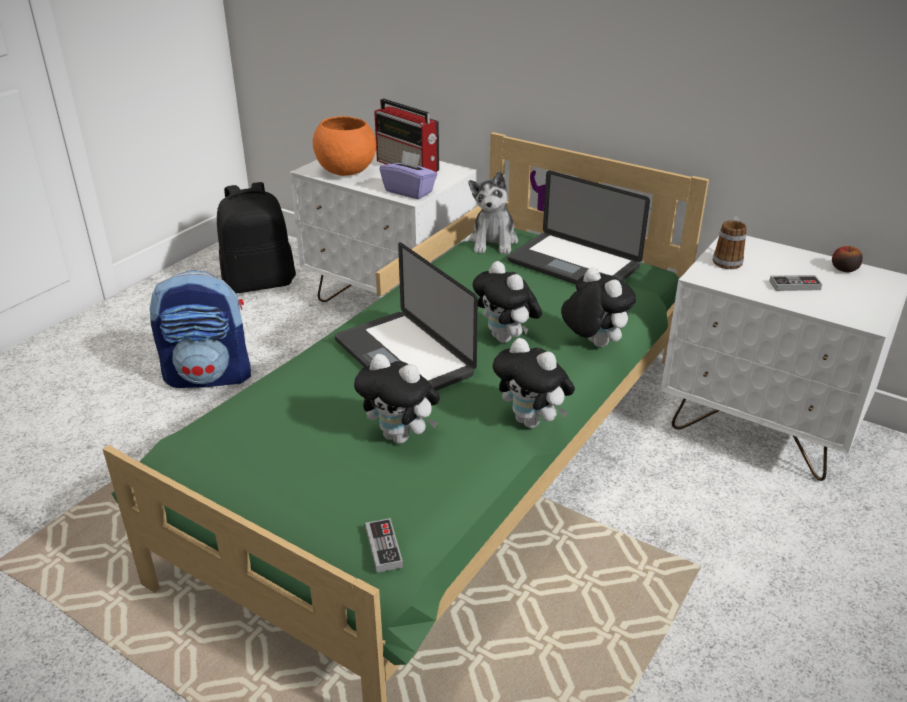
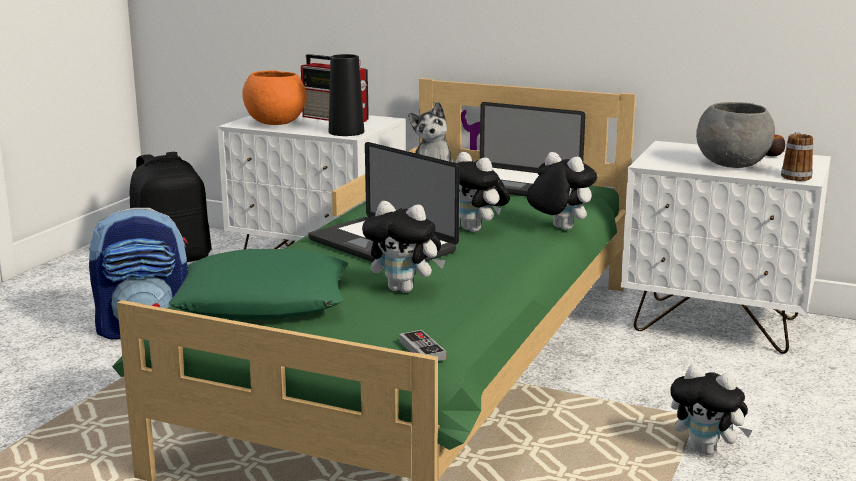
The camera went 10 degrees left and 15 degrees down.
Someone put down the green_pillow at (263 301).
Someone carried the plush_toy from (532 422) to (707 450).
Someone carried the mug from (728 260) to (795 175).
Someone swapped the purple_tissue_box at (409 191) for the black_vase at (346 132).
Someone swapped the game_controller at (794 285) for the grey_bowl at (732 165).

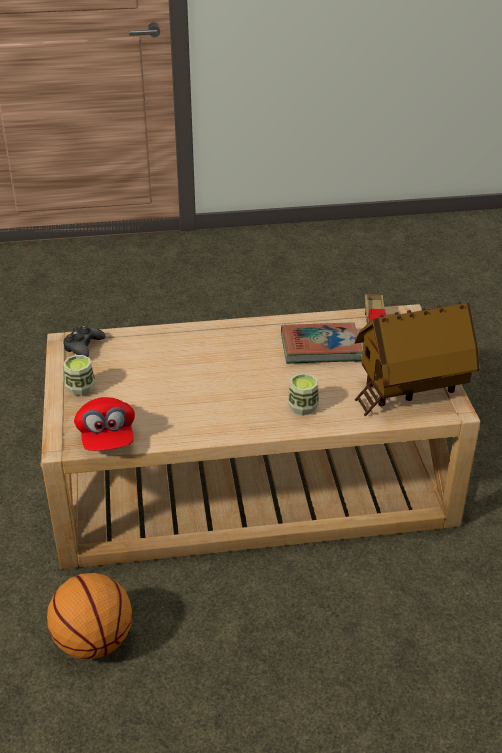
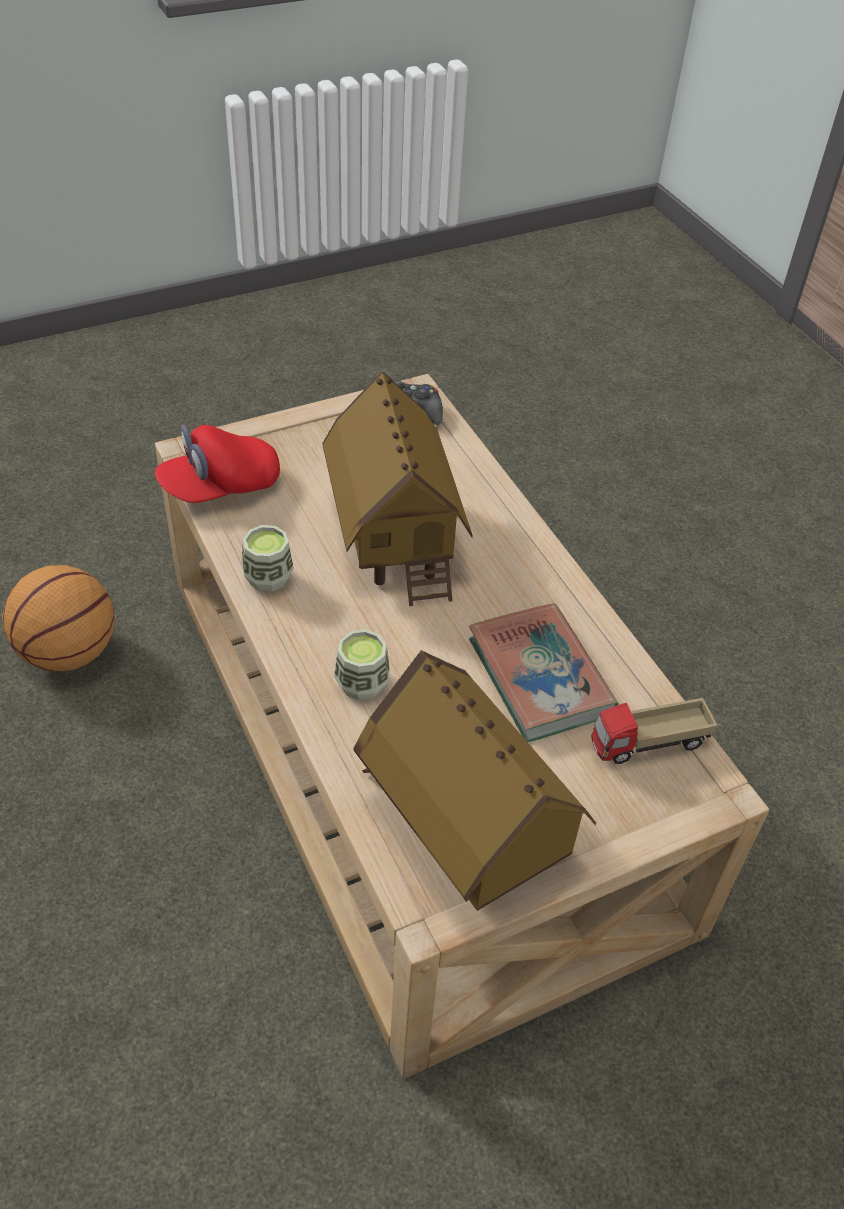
The camera went 70 degrees right and 10 degrees up.
Someone put down the toy_house at (394 539).
Someone carried the cup from (80 388) to (268 577).

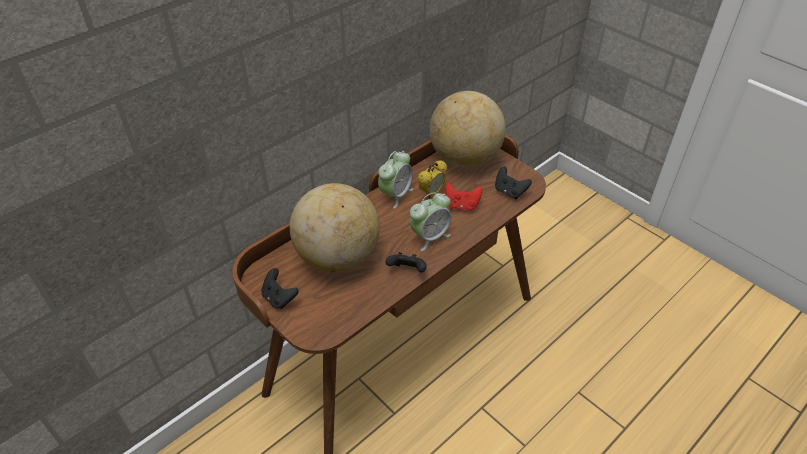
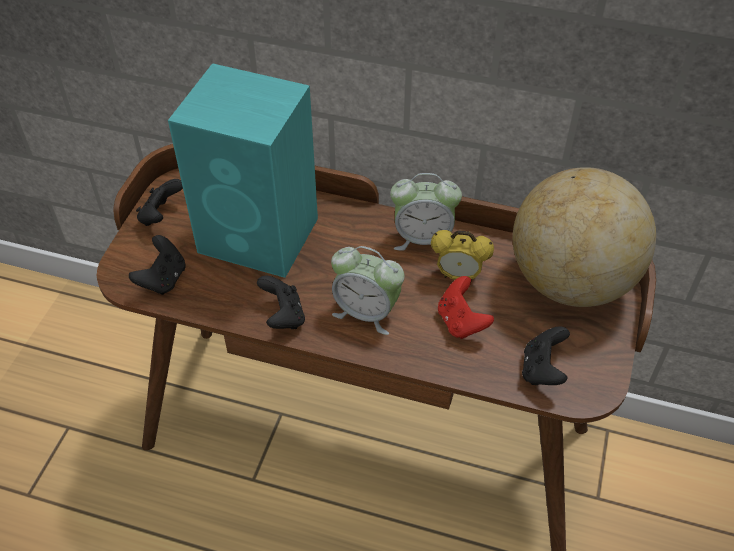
The camera went 60 degrees right and 5 degrees up.
Someone put down the black_game_controller at (163 279).
Someone swapped the globe at (338 258) for the turquoise_speaker at (261 236).

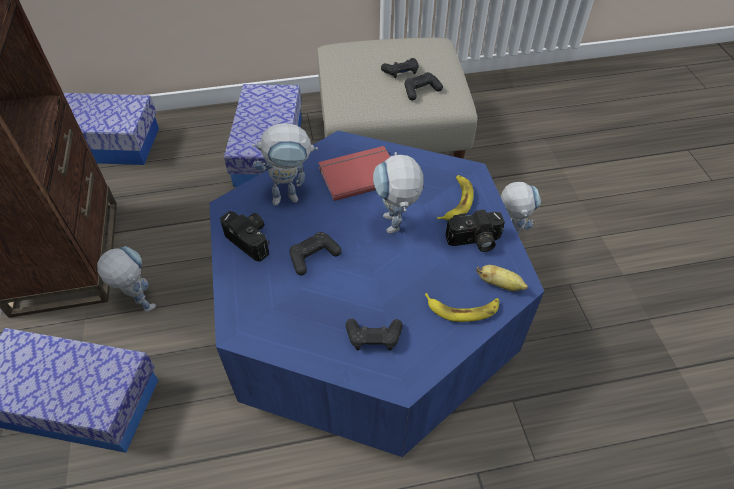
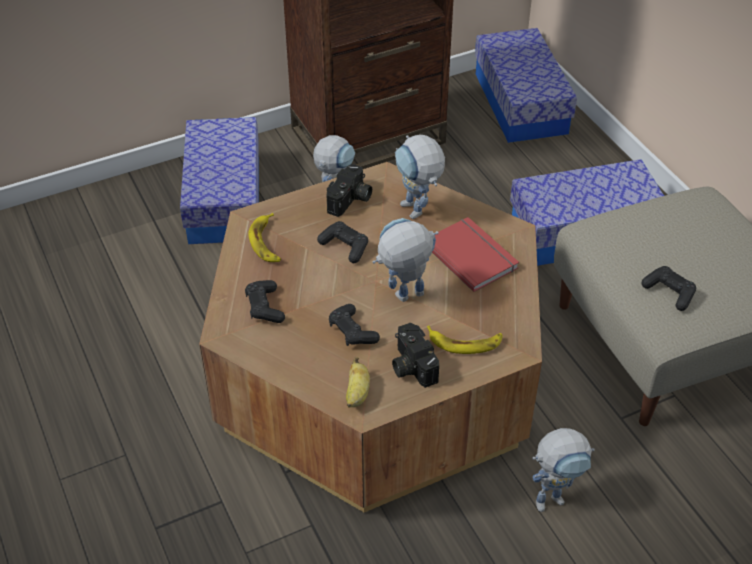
The camera went 75 degrees right and 5 degrees down.
Someone carried the black_game_controller from (401 72) to (352 332).
Someone carried the banana from (463 309) to (267 242).
Someone repainted the blue_coffee_table at (367 318), which became the brown_coffee_table at (376 375).

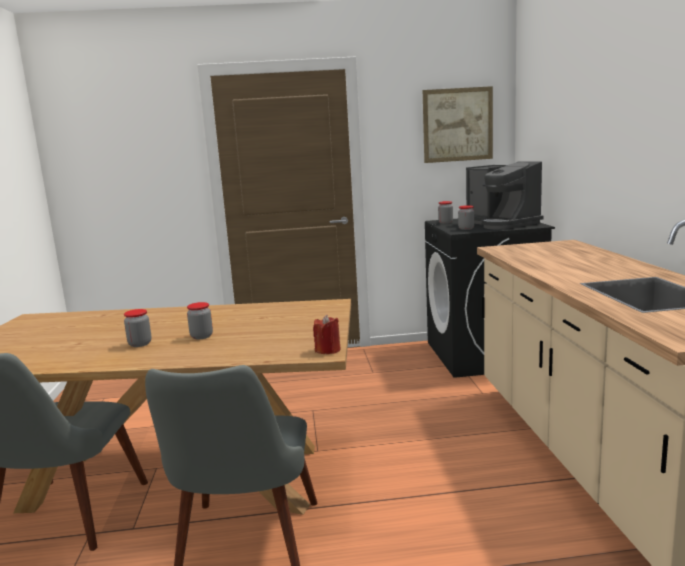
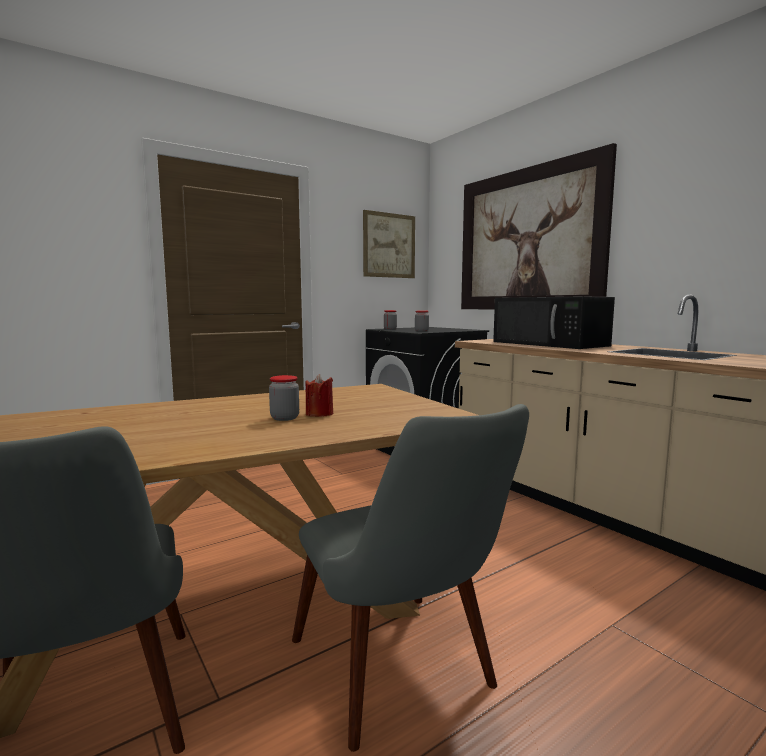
The camera went 30 degrees left and 5 degrees down.
Someone took away the jar at (140 344).
Someone took away the coffee_machine at (502 224).
Someone put up the picture at (527 240).
Someone put down the black_microwave at (551 344).
Someone carried the red_candle from (328 350) to (319 414).

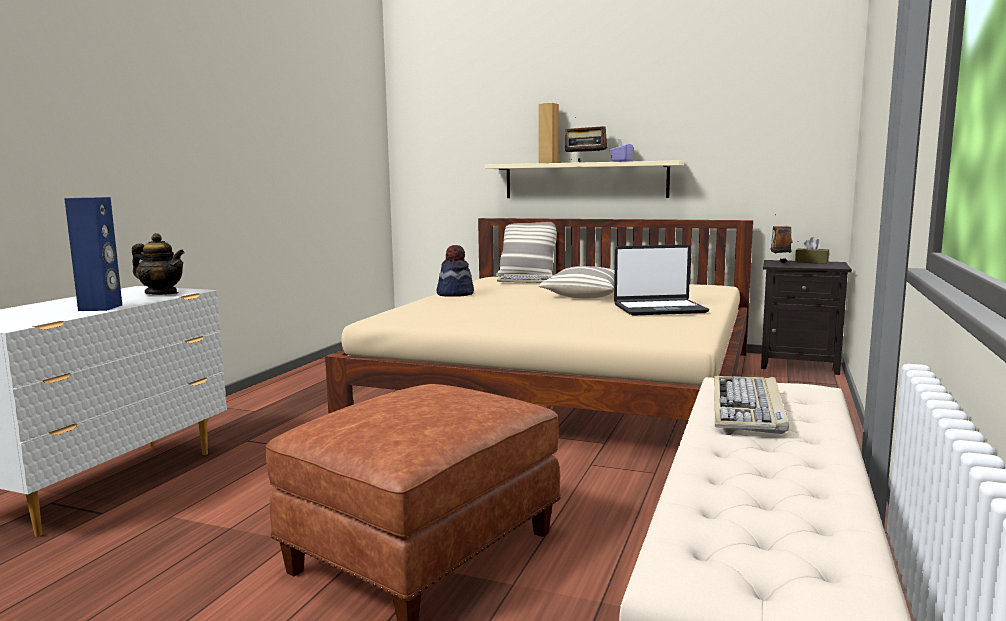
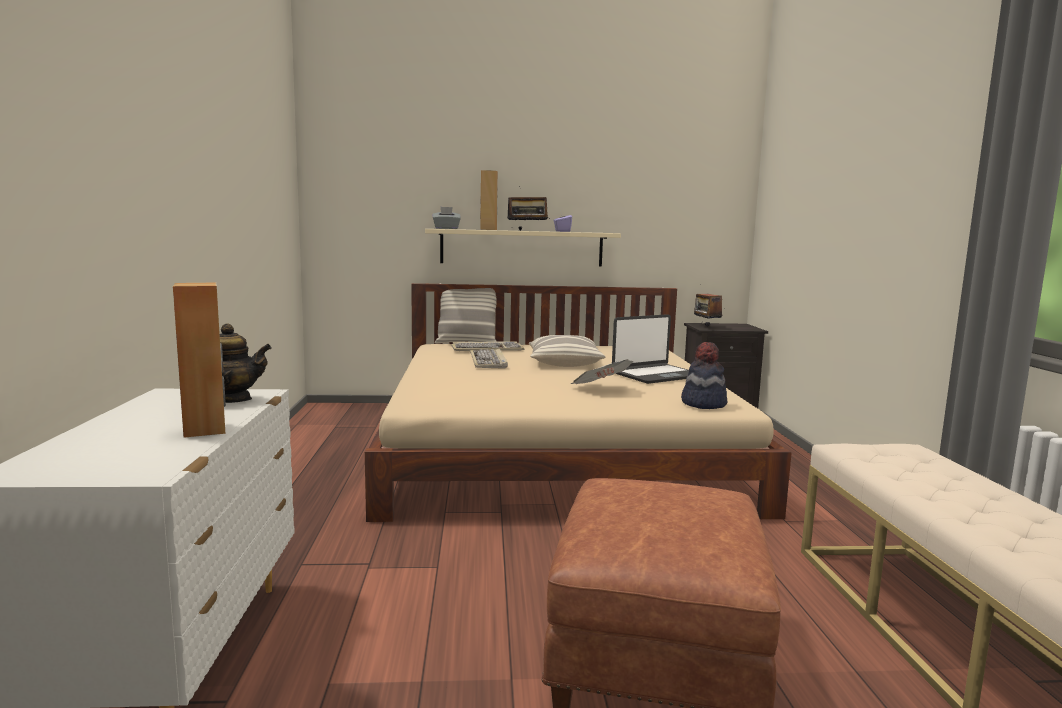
The camera went 25 degrees left and 0 degrees up.
Someone took away the brown_tissue_box at (811 262).
Someone put down the grey_tissue_box at (446 228).
Someone put down the newspaper at (600 389).
Someone carried the hat from (455 294) to (703 403).
Someone carried the keyboard from (748 408) to (488 361).
Someone repainted the blue_speaker at (101 308), which became the brown_speaker at (205 429).

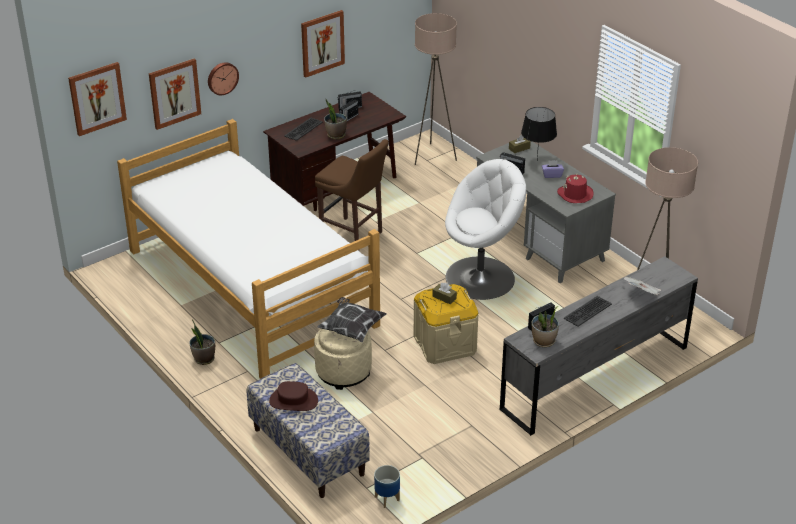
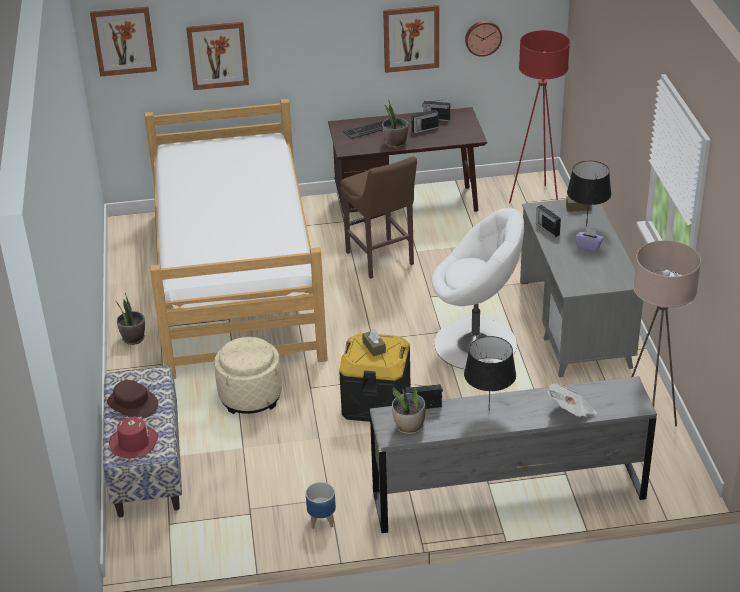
The camera went 30 degrees right and 0 degrees up.
Someone took away the pillow at (351 329).
Someone carried the wall_clock from (222 78) to (483 37).
Someone carried the planter from (386 498) to (321 520).
Someone carried the red_hat from (575 194) to (133 443).
Someone swapped the keyboard at (587 311) for the black_table_lamp at (489 409).
Someone repainted the beige_storage_box at (445 344), which became the black_storage_box at (376 402).
Someone repainted the beige_floor_lamp at (433 156), which became the red_floor_lamp at (537 199).

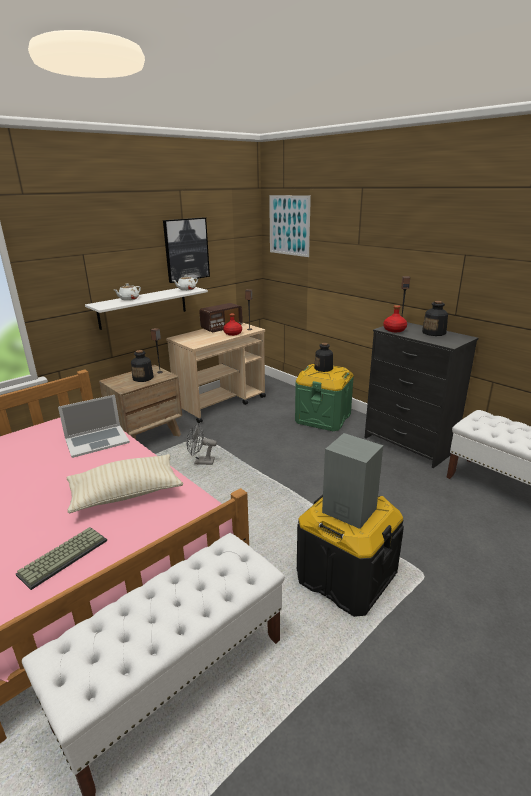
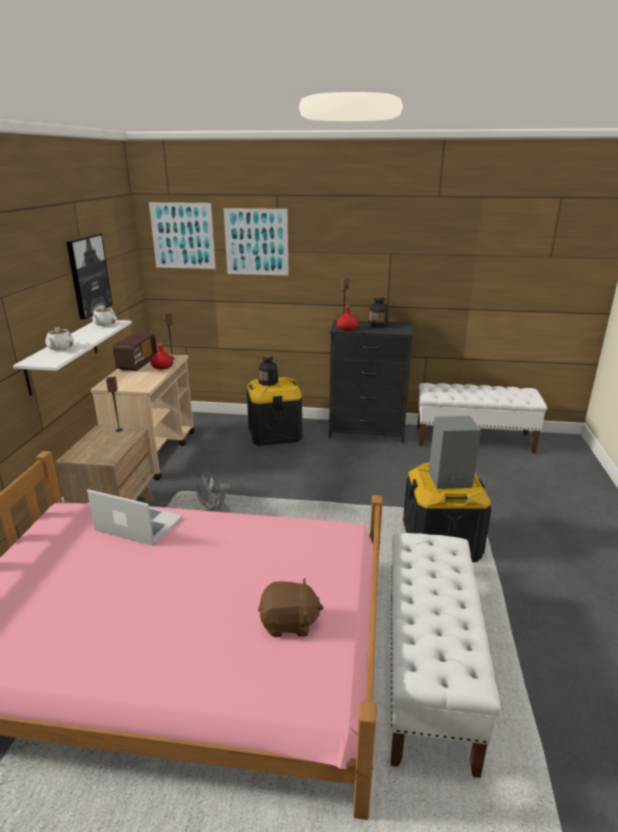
The camera went 40 degrees left and 0 degrees up.
Someone took away the beige_pillow at (126 494).
Someone took away the bottle at (143 378).
Someone put up the picture at (256 242).
Someone swapped the keyboard at (63 556) for the brown_plush_toy at (289 623).
Someone repainted the green_storage_box at (323 418), which became the black_storage_box at (274 433).
Someone rotated the laptop at (97 441) by 90 degrees counterclockwise.

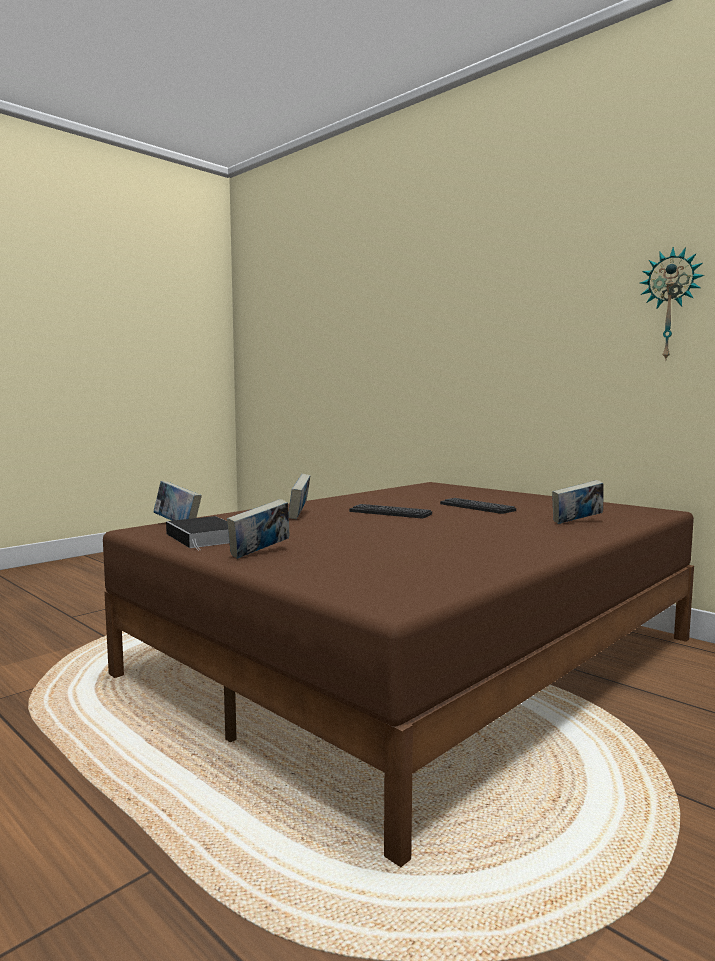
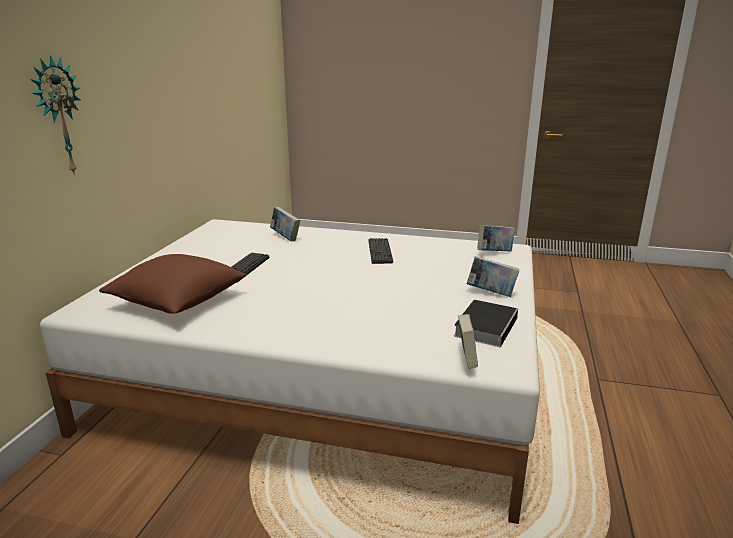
The camera went 120 degrees left and 15 degrees up.
Someone put down the brown_pillow at (178 302).
Someone carried the book from (299 515) to (494 253).
Someone carried the keyboard from (390 513) to (380 251).
Someone carried the wall_clock from (671 305) to (58 117).
Someone repainted the brown_bed at (420 656), which became the white_bed at (325 376).

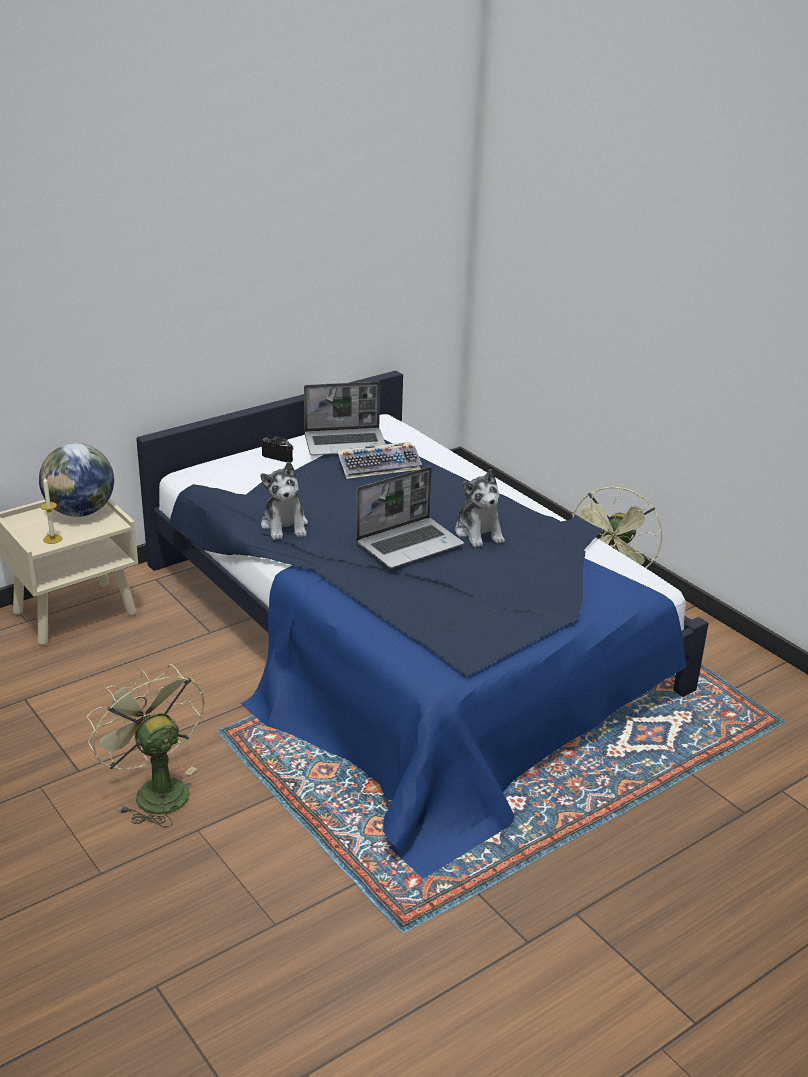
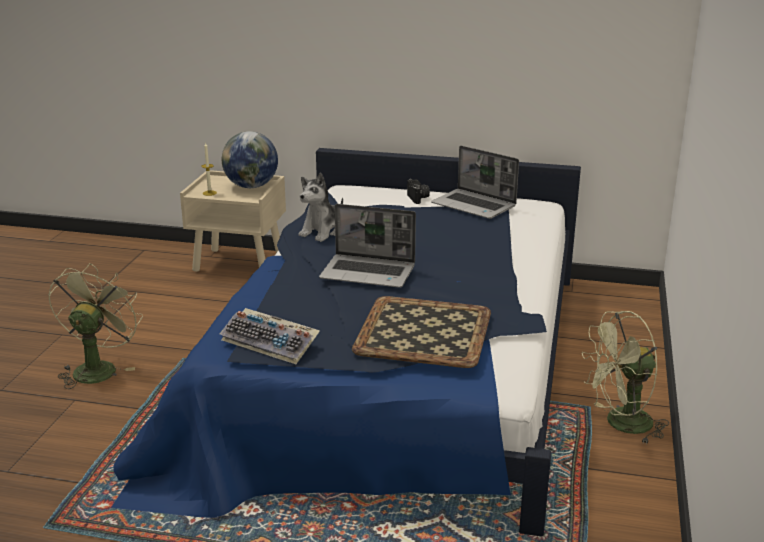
The camera went 50 degrees right and 5 degrees down.
Someone took away the plush_toy at (479 533).
Someone put down the tray at (424 333).
Someone carried the keyboard from (379 466) to (271 343).

